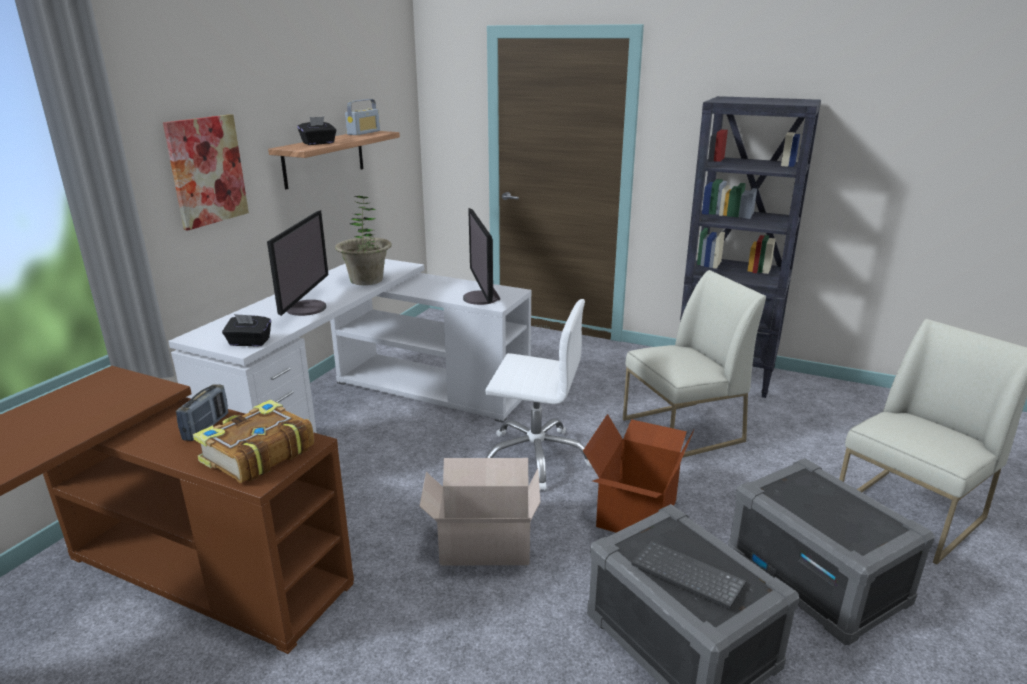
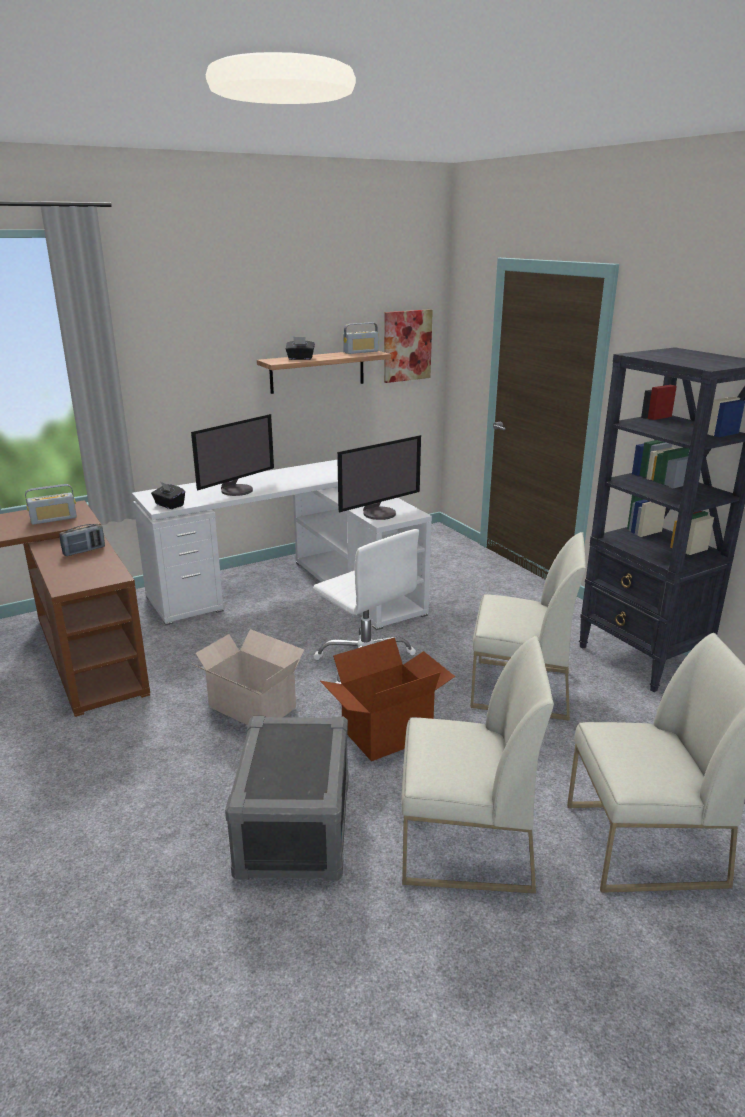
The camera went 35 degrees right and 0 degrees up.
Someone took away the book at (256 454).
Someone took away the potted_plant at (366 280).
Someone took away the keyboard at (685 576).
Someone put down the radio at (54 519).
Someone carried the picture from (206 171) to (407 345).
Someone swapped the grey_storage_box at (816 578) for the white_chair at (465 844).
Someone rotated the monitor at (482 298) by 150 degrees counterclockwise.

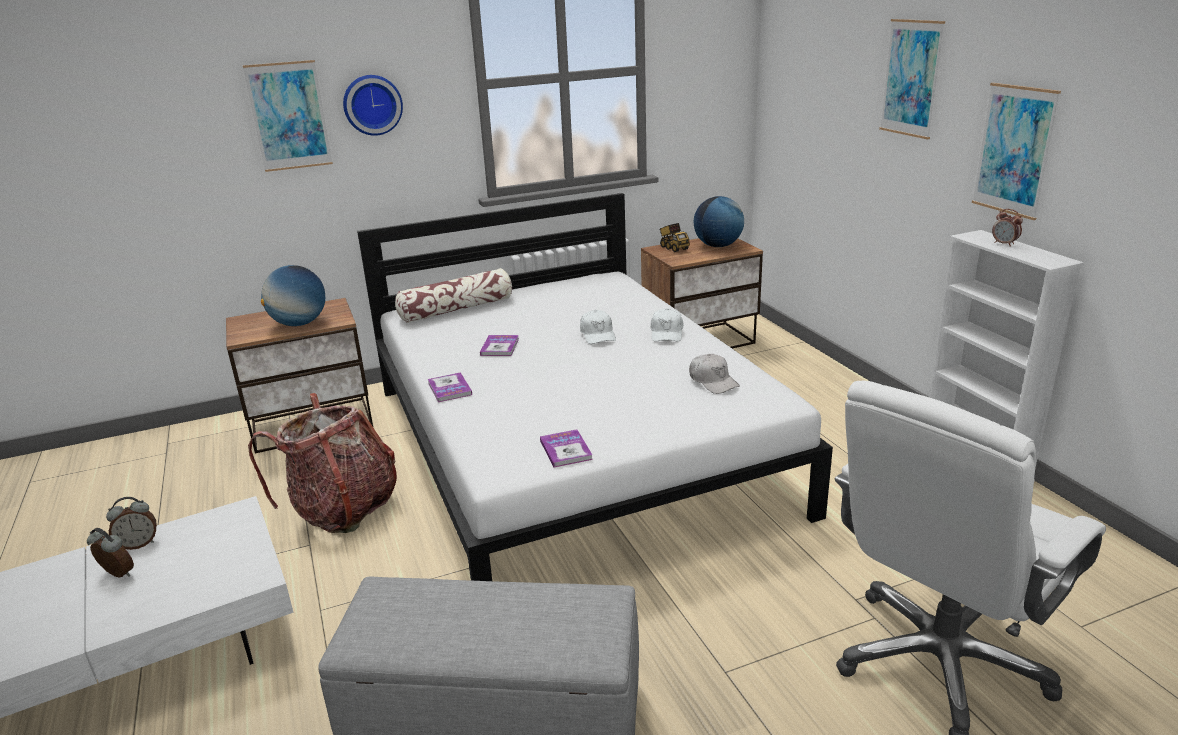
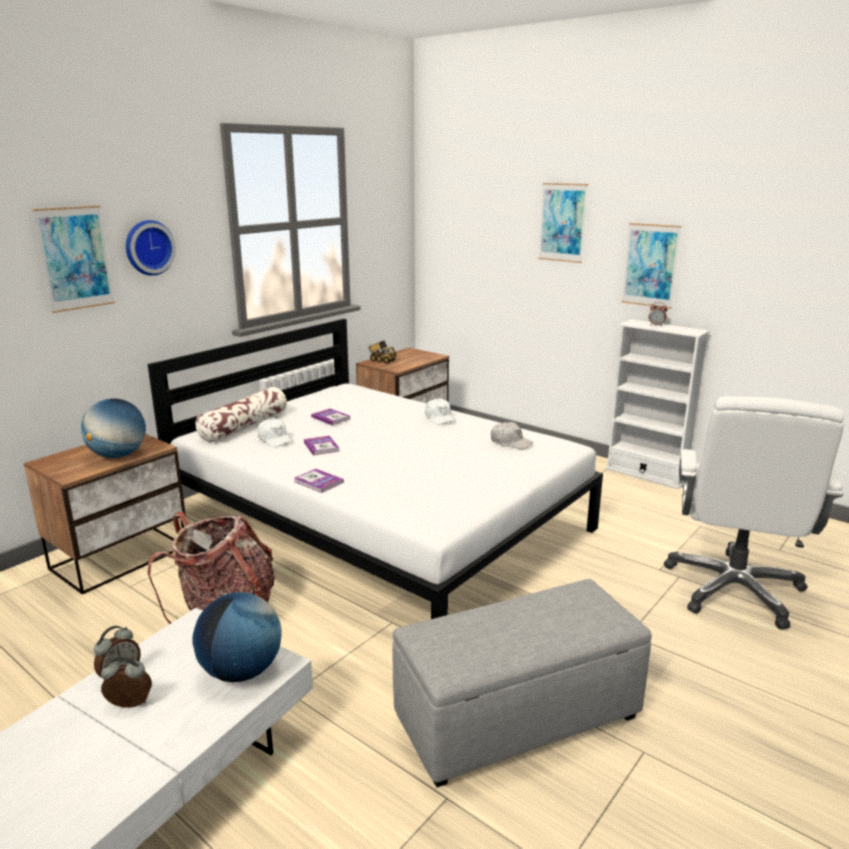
The camera went 30 degrees left and 5 degrees down.
Someone carried the book from (566 450) to (331 418).
Someone carried the white_cap from (598 334) to (275 439).
Someone carried the globe from (718 246) to (241 671).

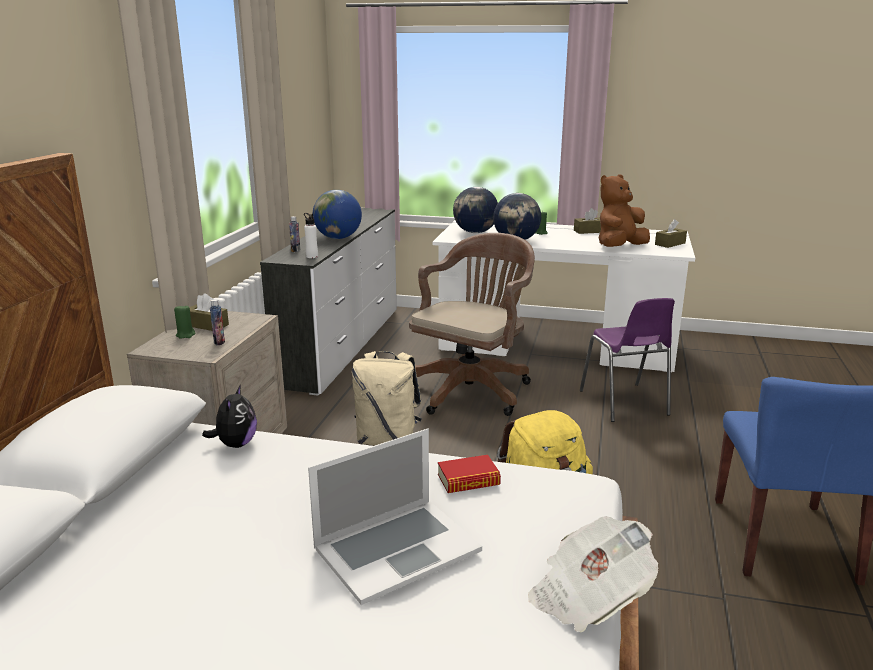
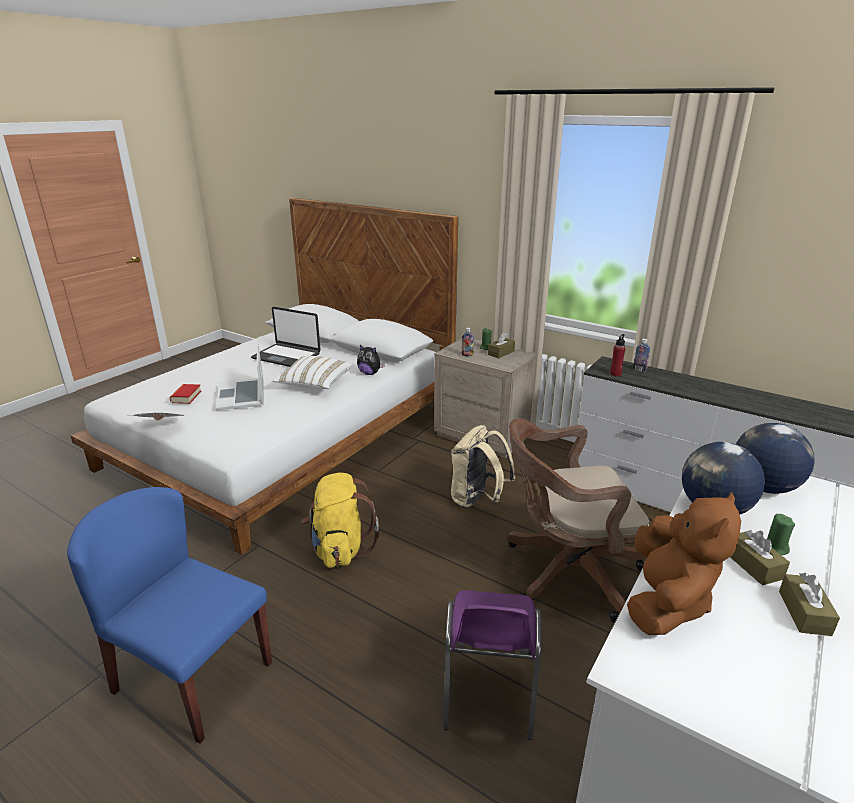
The camera went 110 degrees right and 5 degrees up.
Someone took away the globe at (338 238).
Someone put down the laptop at (287 356).
Someone put down the white_pillow at (314 384).
Someone carried the book from (468 480) to (186 397).
Someone carried the brown_tissue_box from (670 244) to (753 565).
Someone repainted the white_bottle at (312 256), which became the red_bottle at (615 374).
Someone rotated the brown_office_chair at (472 388) by 120 degrees clockwise.
Someone rotated the purple_chair at (625 404) by 90 degrees counterclockwise.
Someone rotated the brown_plush_toy at (619 248) by 45 degrees clockwise.

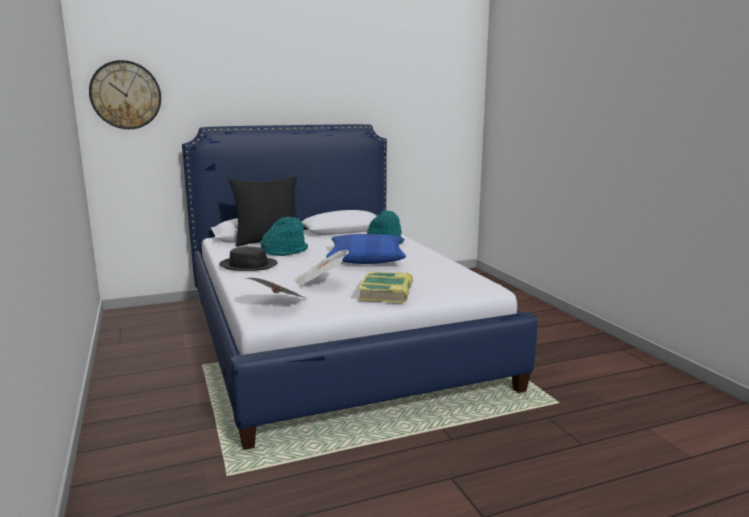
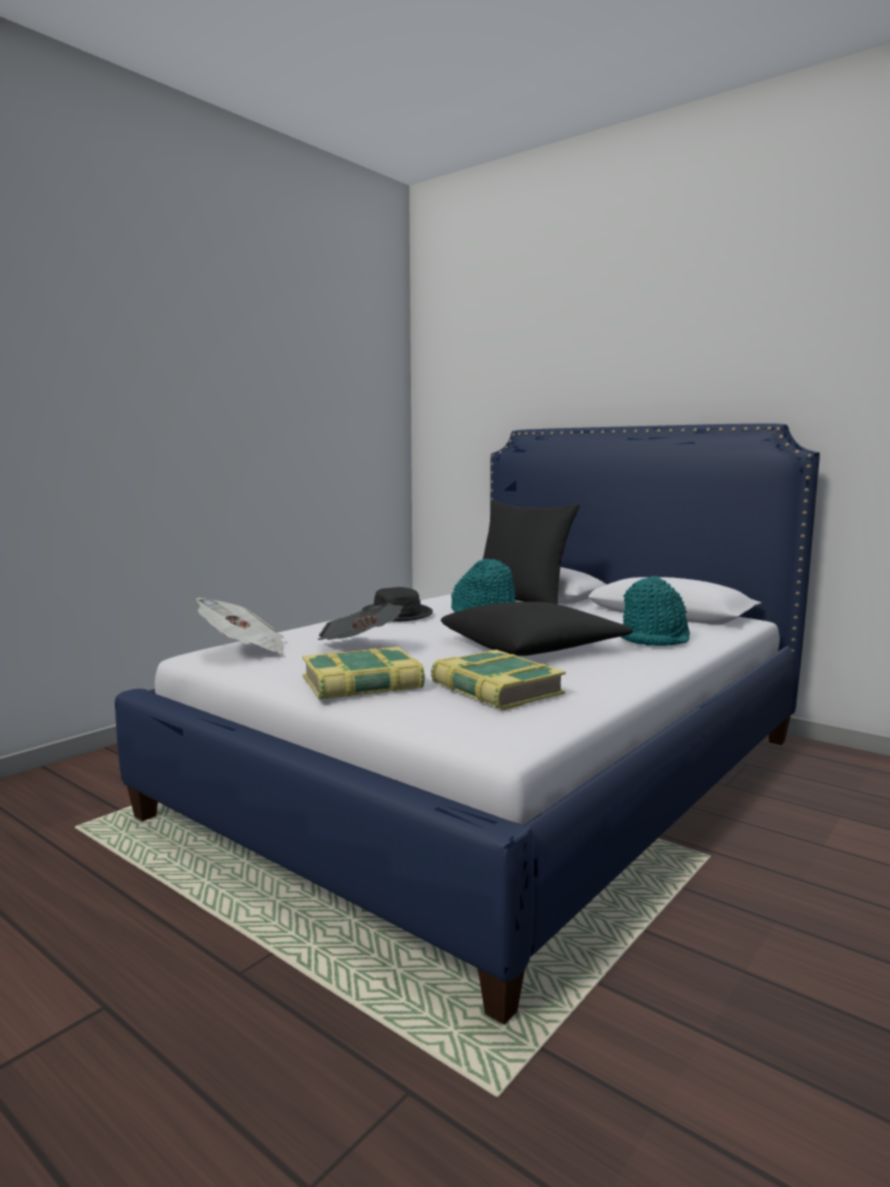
The camera went 60 degrees right and 5 degrees down.
Someone took away the wall_clock at (125 95).
Someone put down the book at (495 690).
Someone repainted the blue_pillow at (366 258), which became the black_pillow at (533 646).

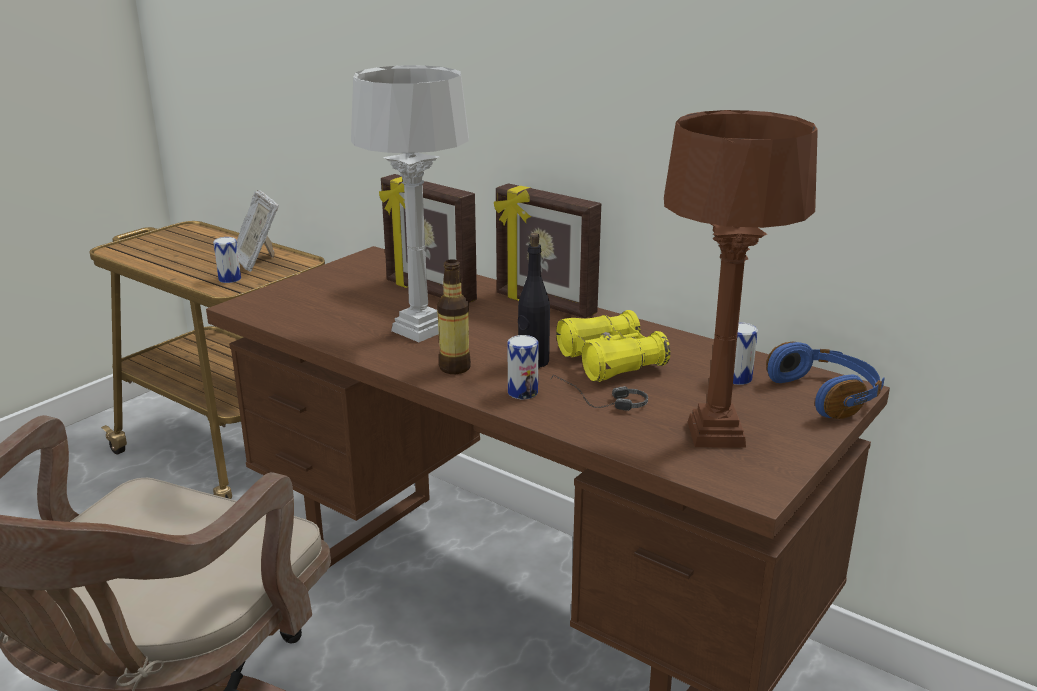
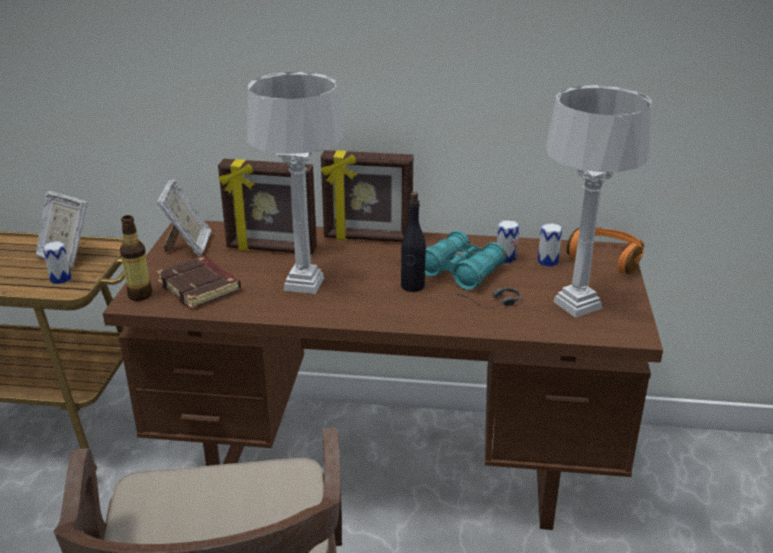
The camera went 30 degrees left and 5 degrees up.
Someone put down the brown_book at (200 287).
Someone put down the picture_frame at (188 246).
Someone carried the bottle from (455 368) to (140 295).
Someone carried the can from (522 392) to (506 258).
Someone repainted the yellow_binoculars at (610 361), which became the turquoise_binoculars at (461 271).
Someone repainted the brown_table_lamp at (715 434), which became the grey_table_lamp at (576 305).
Someone repainted the blue_headphones at (826 395), which became the orange_headphones at (607 258).

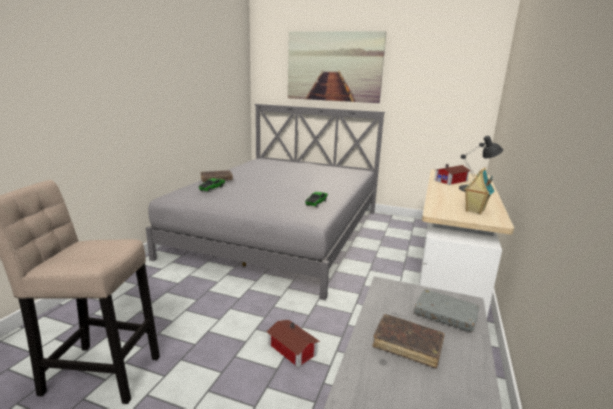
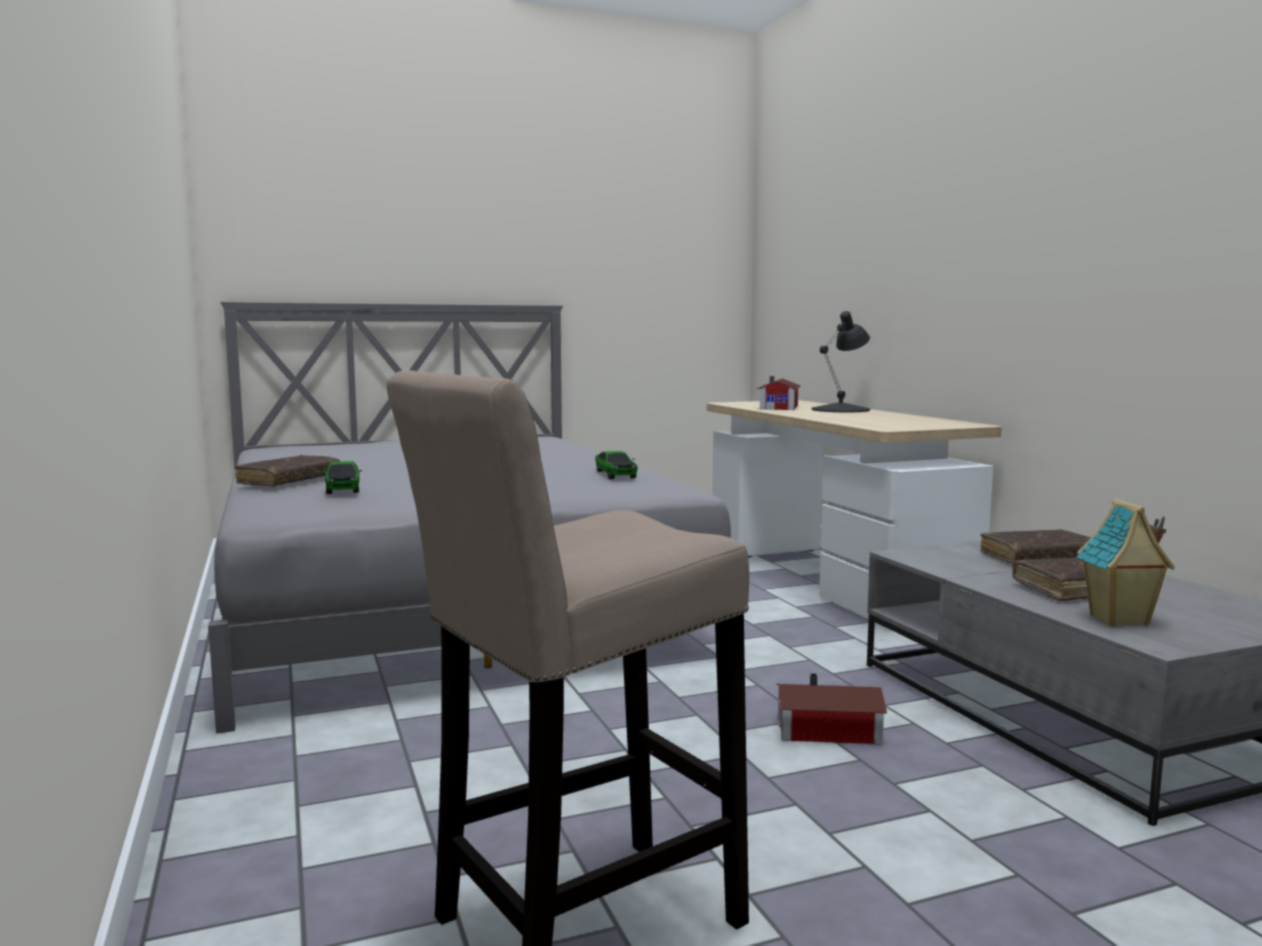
The camera went 40 degrees left and 10 degrees down.
Someone took away the picture at (334 67).
Someone carried the toy_house from (474 211) to (1119 620).
Someone repainted the grey_book at (445 316), which became the brown_book at (1038 558).

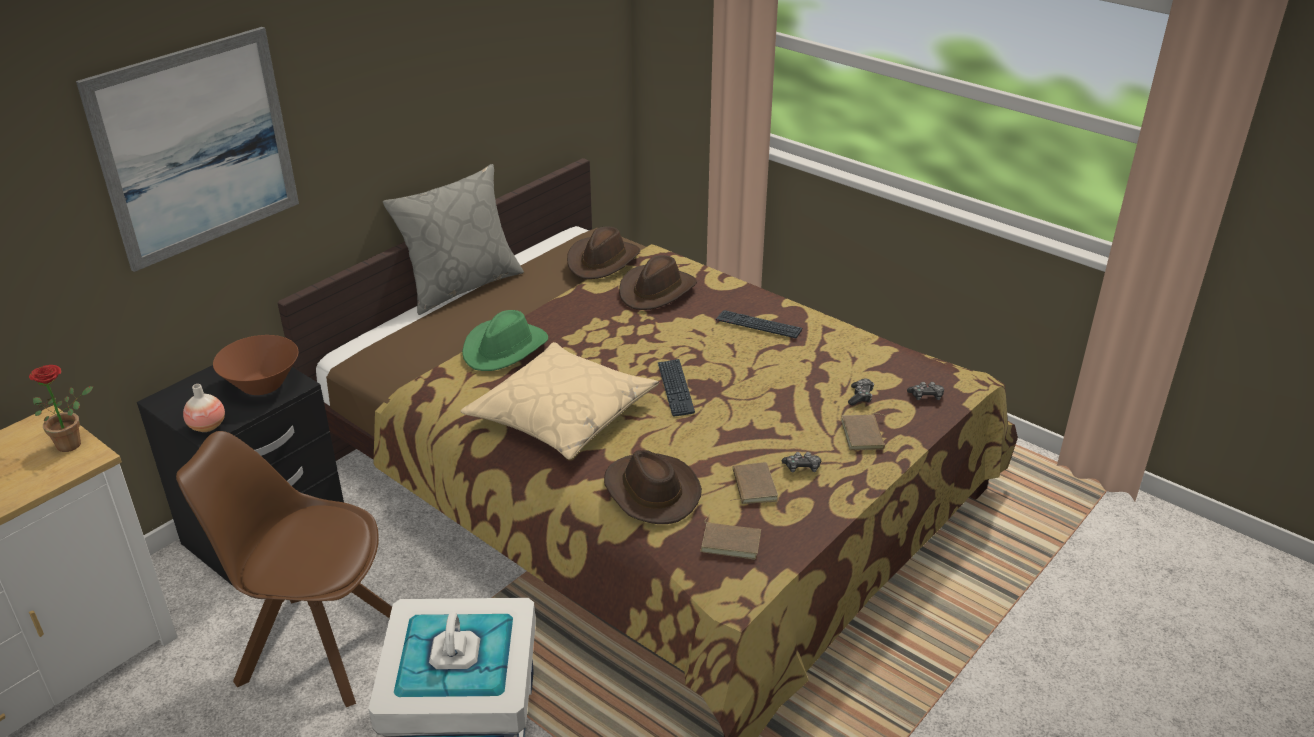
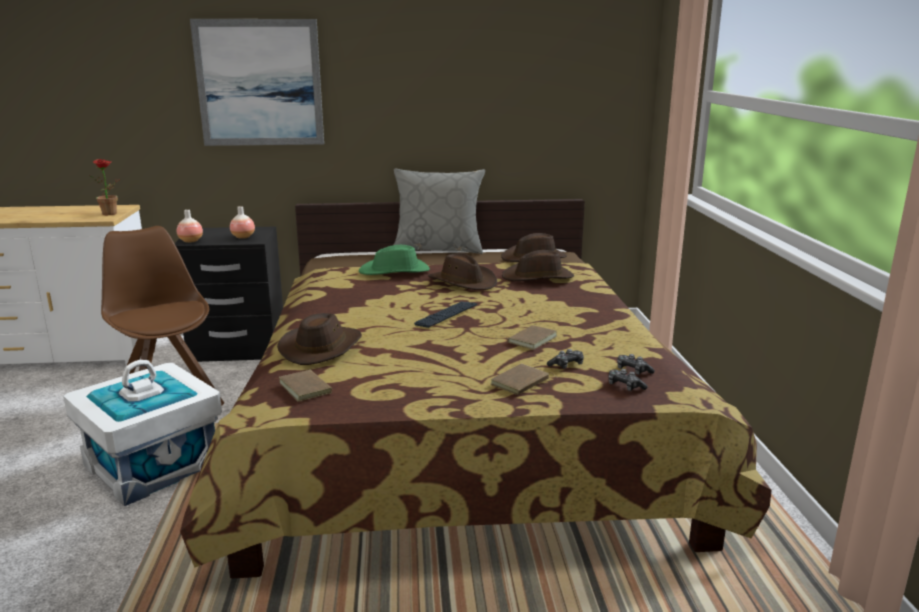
The camera went 45 degrees right and 15 degrees down.
Someone took away the beige_pillow at (562 414).
Someone took away the keyboard at (758 326).
Someone put down the brown_hat at (463 282).
Someone carried the brown_book from (752 486) to (531 339).
Someone carried the game_controller from (802 467) to (633 371).
Someone swapped the brown_bowl at (262 385) for the vase at (243 237).

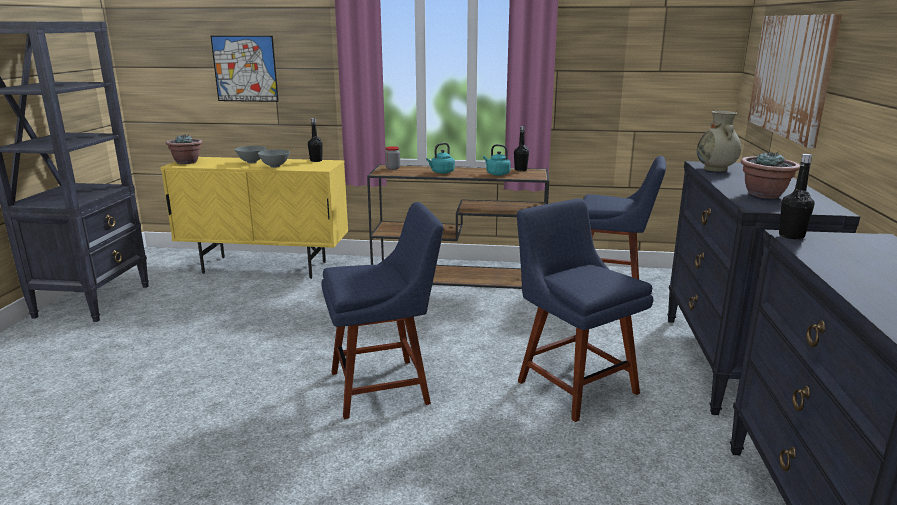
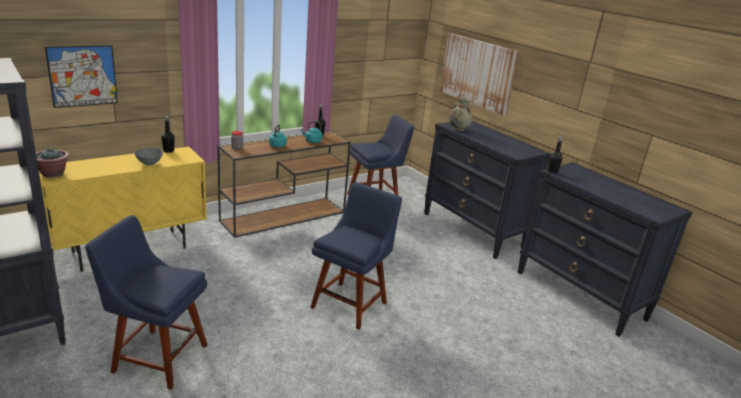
The camera went 45 degrees left and 5 degrees up.
Someone took away the grey_bowl at (251 162).
Someone took away the potted_plant at (764 195).
Someone carried the blue_chair from (573 384) to (156 357).

